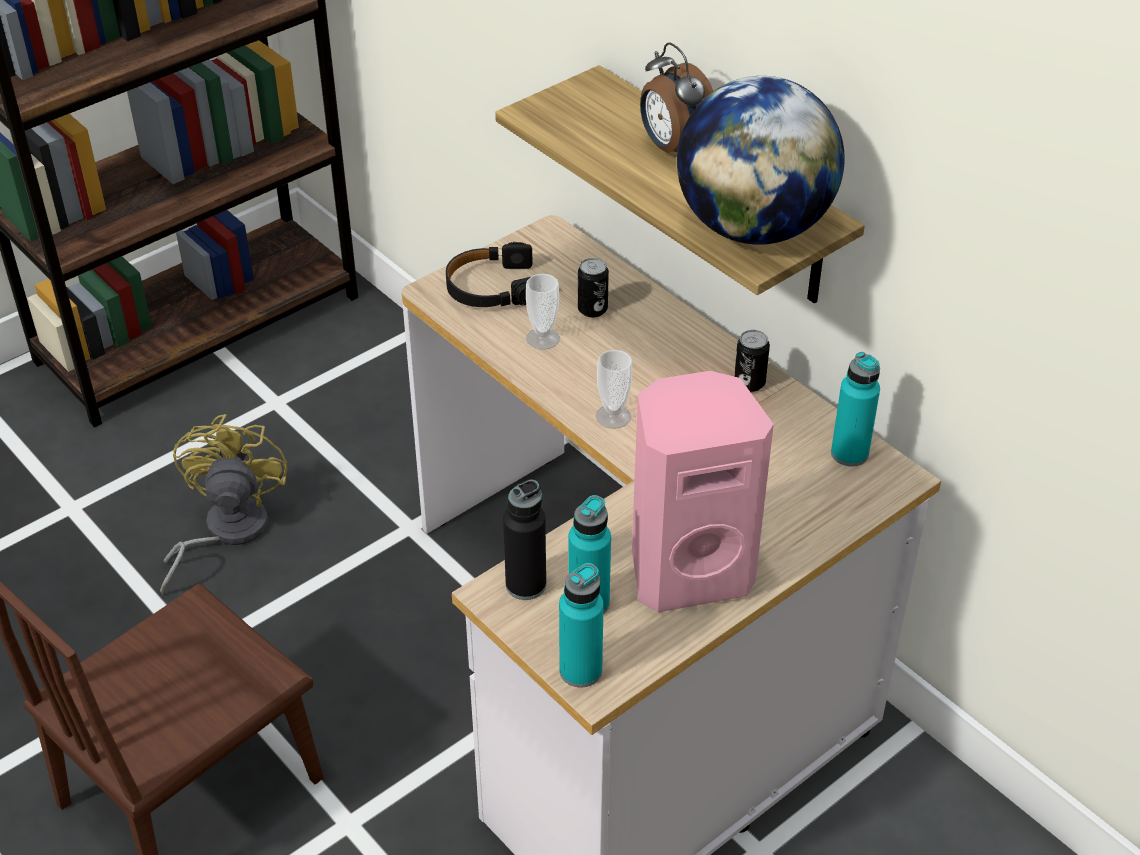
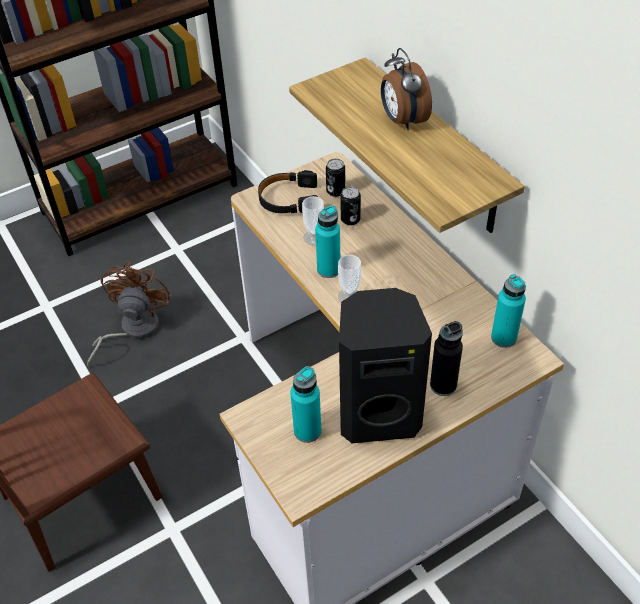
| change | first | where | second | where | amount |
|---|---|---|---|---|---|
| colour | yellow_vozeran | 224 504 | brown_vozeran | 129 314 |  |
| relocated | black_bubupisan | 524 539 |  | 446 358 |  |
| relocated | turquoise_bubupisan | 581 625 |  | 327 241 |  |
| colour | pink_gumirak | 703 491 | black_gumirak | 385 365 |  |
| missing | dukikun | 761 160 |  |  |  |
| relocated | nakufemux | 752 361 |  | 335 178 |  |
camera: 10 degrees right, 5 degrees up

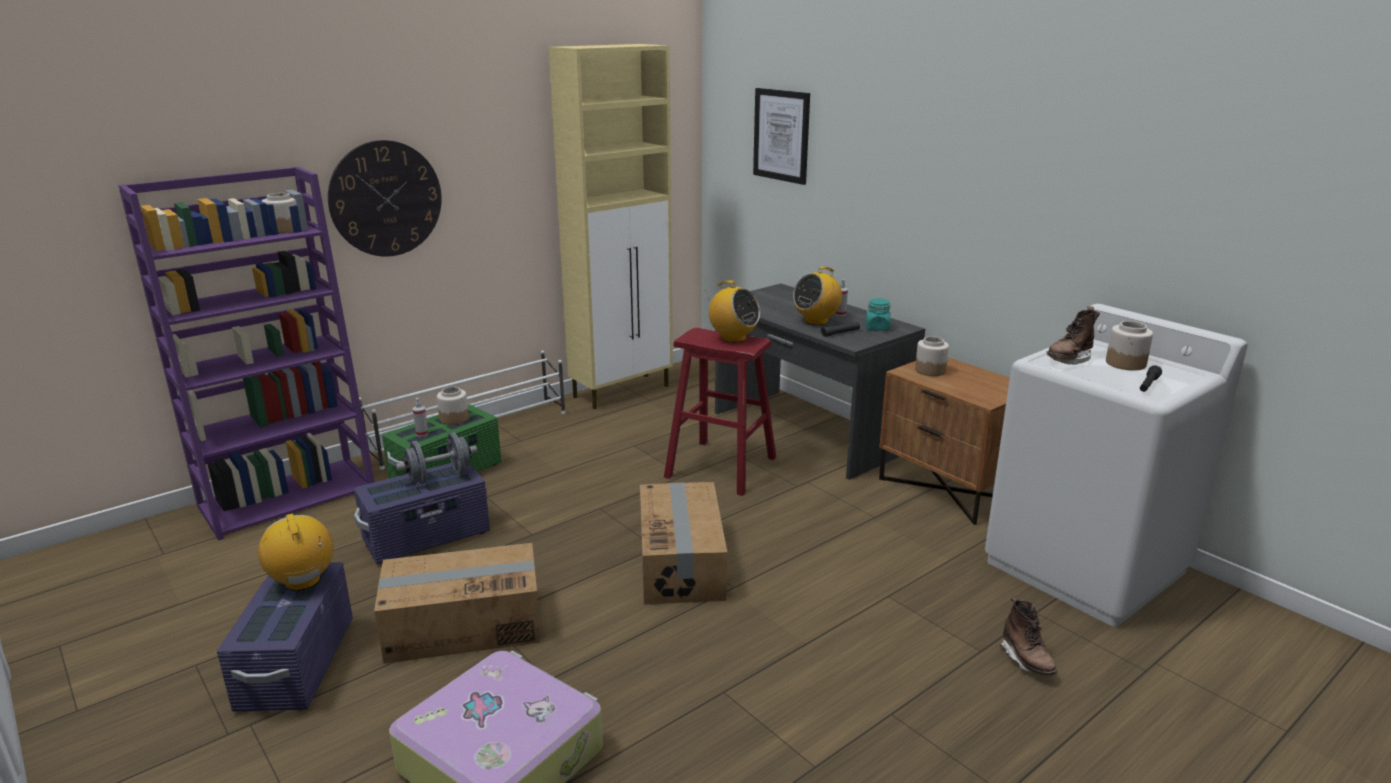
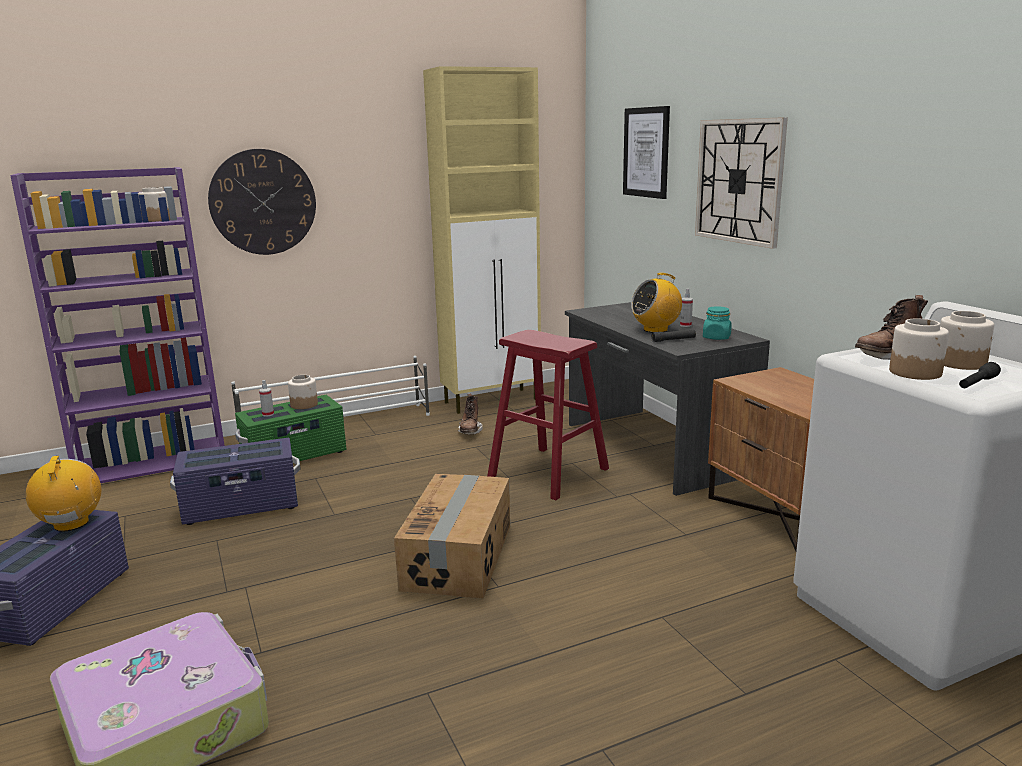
| change | first | where | second | where | amount |
|---|---|---|---|---|---|
| missing | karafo | 457 603 |  |  |  |
| missing | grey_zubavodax | 436 458 |  |  |  |
| missing | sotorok | 732 312 |  |  |  |
| relocated | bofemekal | 932 356 |  | 919 349 |  |
| relocated | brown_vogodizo | 1029 636 |  | 470 414 |  |
| appeared |  |  | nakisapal | 741 183 |  |
camera: 15 degrees right, 5 degrees down

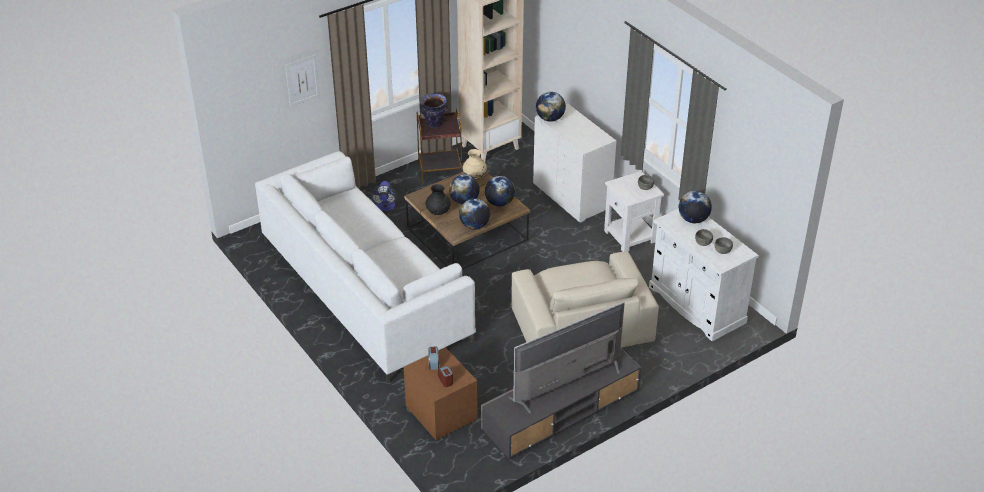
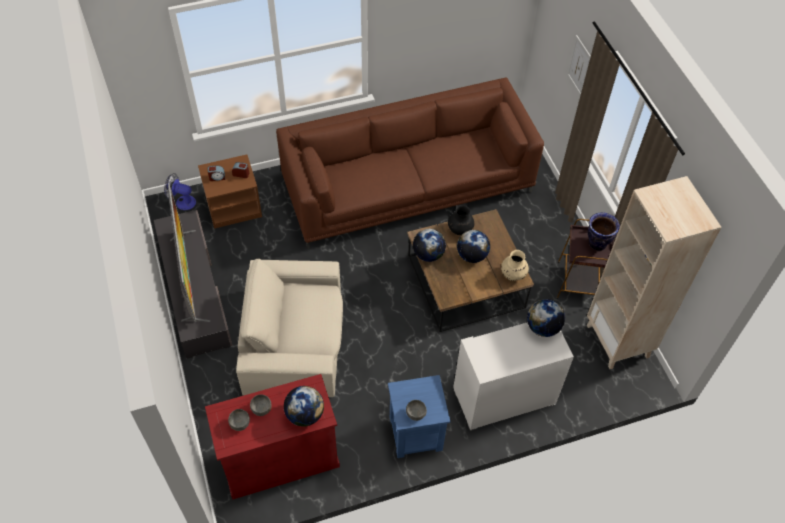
| change | first | where | second | where | amount |
|---|---|---|---|---|---|
| colour | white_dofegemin | 365 267 | brown_dofegemin | 410 163 |  |
| relocated | vozeran | 384 196 |  | 180 191 |  |
| missing | dukikun | 500 191 |  |  |  |
| colour | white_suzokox | 634 211 | blue_suzokox | 419 416 |  |
| colour | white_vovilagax | 704 275 | red_vovilagax | 272 437 |  |
camera: 105 degrees right, 15 degrees up

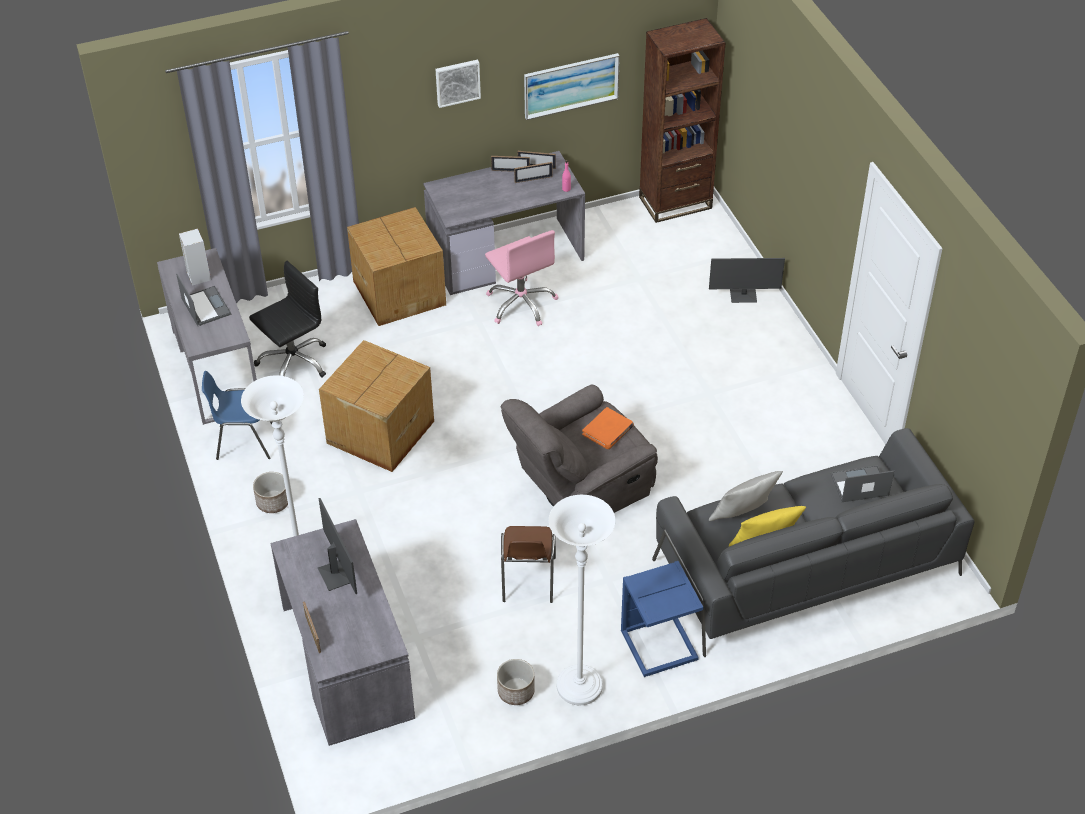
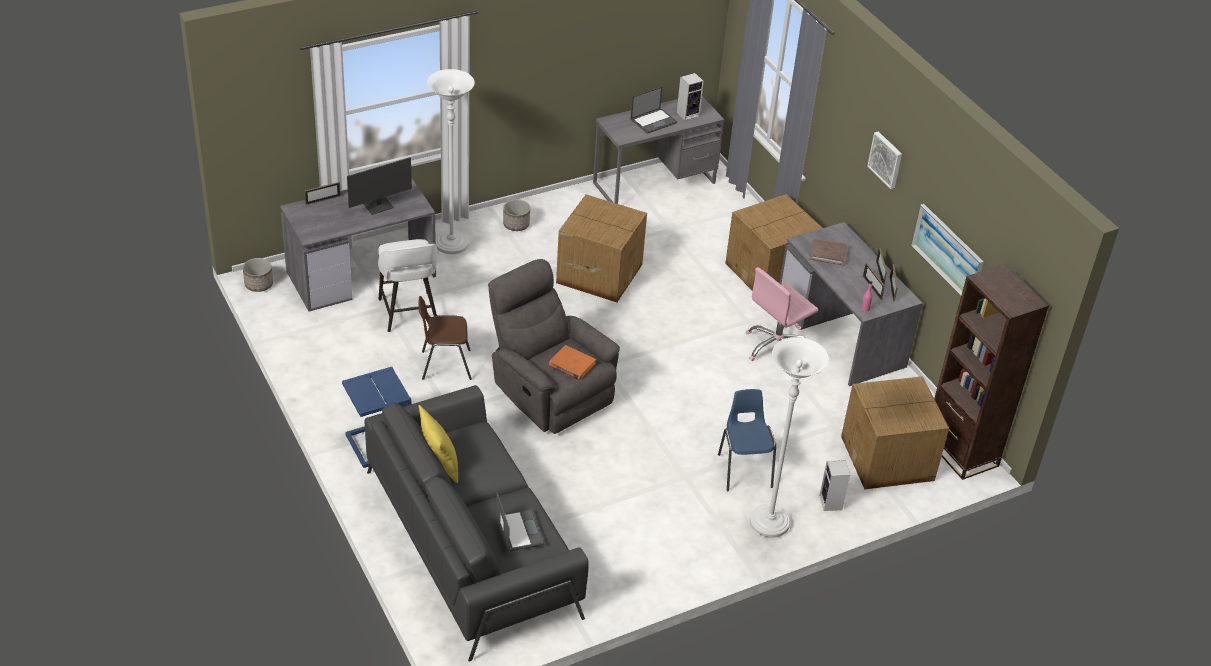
| change | first | where | second | where | amount |
|---|---|---|---|---|---|
| relocated | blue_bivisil | 237 415 |  | 747 440 |  |
| missing | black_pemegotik | 287 319 |  |  |  |
| relocated | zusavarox | 516 682 |  | 258 275 |  |
| relocated | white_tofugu | 582 600 |  | 789 437 |  |
| exchanged | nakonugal | 747 280 | gumirak | 834 485 |  |
| missing | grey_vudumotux | 746 496 |  |  |  |
| appeared |  |  | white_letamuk | 407 285 |  |
| appeared |  |  | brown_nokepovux | 828 252 |  |
| appeared |  |  | karafo | 895 432 |  |
camera: 80 degrees right, 5 degrees down

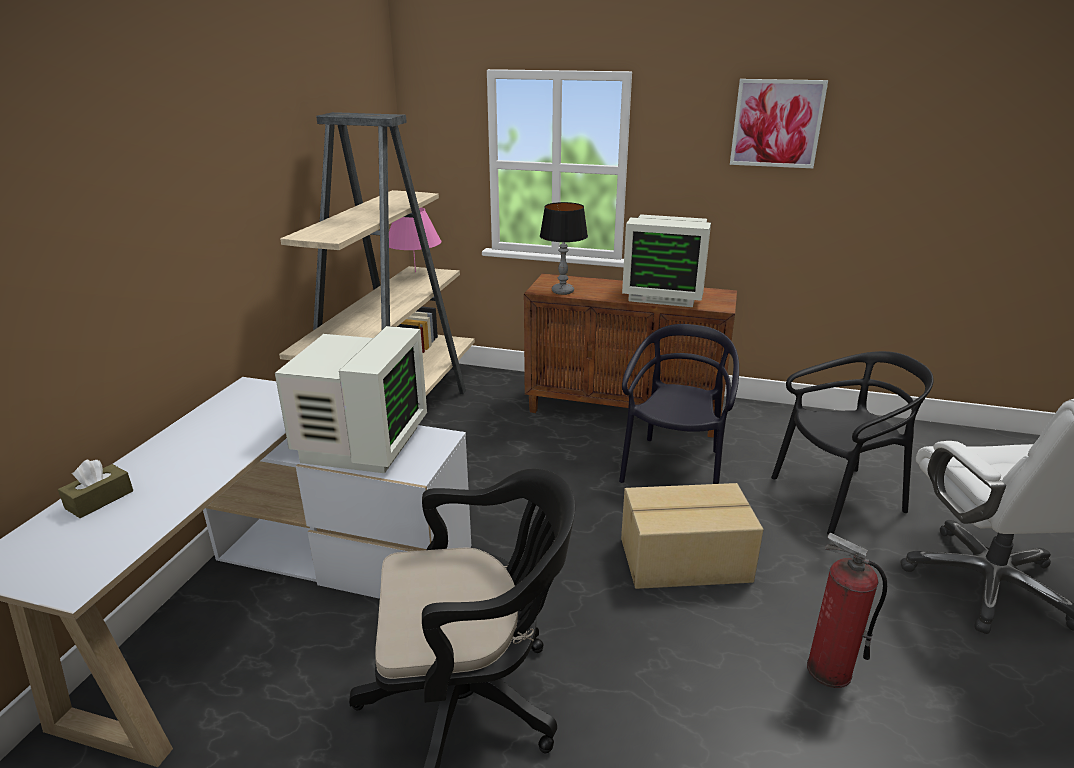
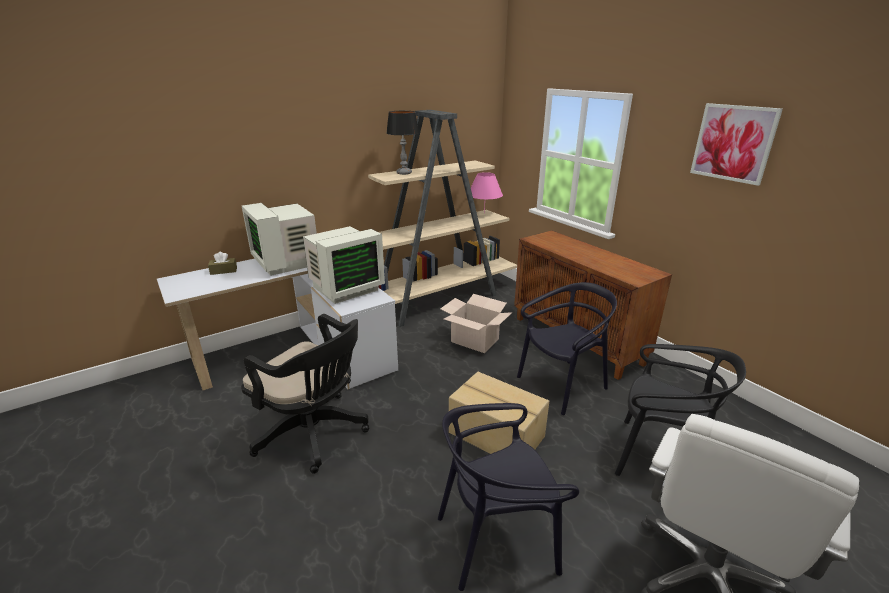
| change | first | where | second | where | amount |
|---|---|---|---|---|---|
| relocated | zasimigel | 564 248 |  | 402 143 |  |
| relocated | nakonugal | 666 260 |  | 279 239 |  |
| exchanged | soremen | 847 610 | black_bivisil | 508 497 |  |
| appeared |  |  | karafo | 476 323 |  |
camera: 40 degrees right, 0 degrees up

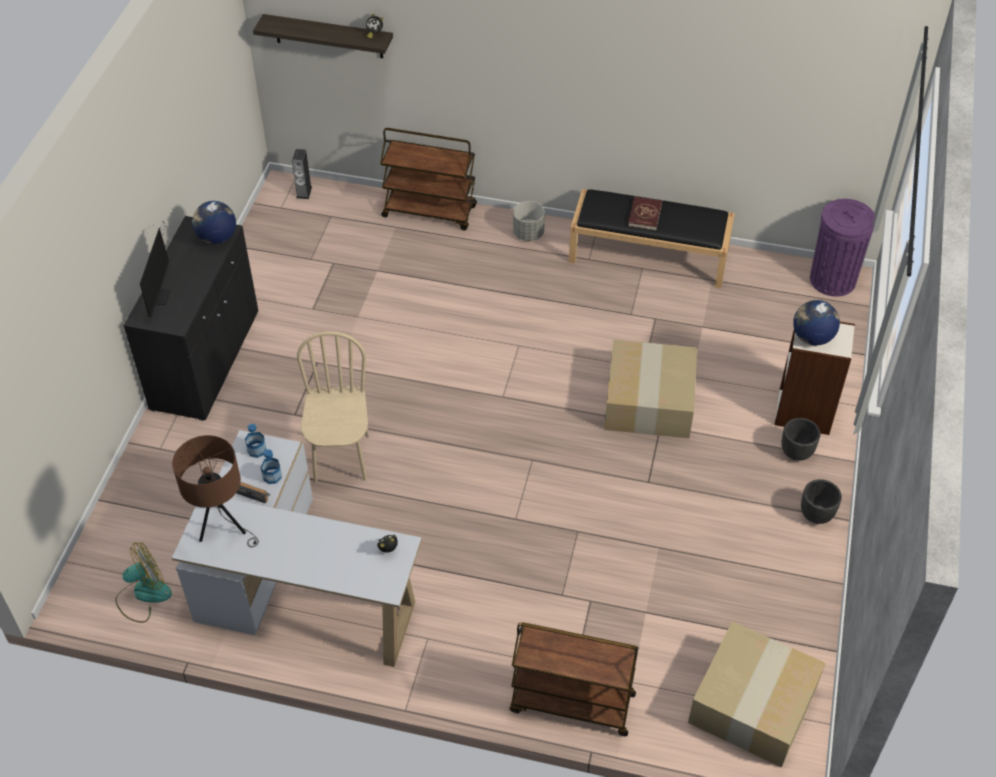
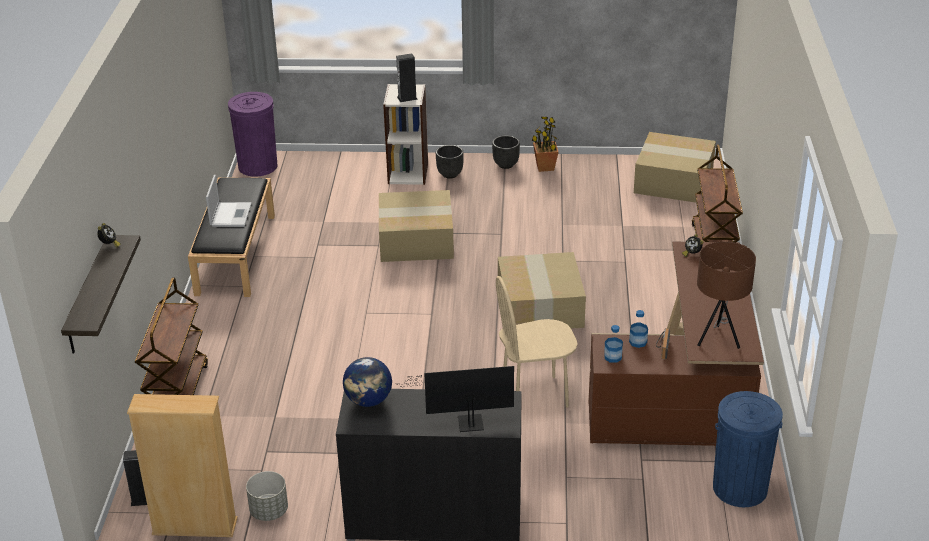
| change | first | where | second | where | amount |
|---|---|---|---|---|---|
| exchanged | vozeran | 143 582 | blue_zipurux | 748 449 |  |
| colour | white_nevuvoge | 297 548 | brown_nevuvoge | 676 344 |  |
| relocated | grey_zusavarox | 529 221 |  | 267 496 |  |
| exchanged | red_nokepovux | 645 213 | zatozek | 228 201 |  |
| exchanged | dukikun | 816 322 | gumirak | 407 77 |  |
| appeared |  |  | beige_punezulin | 182 465 |  |
| appeared |  |  | karafo | 542 290 |  |
| appeared |  |  | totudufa | 545 144 |  |
camera: 100 degrees left, 15 degrees down

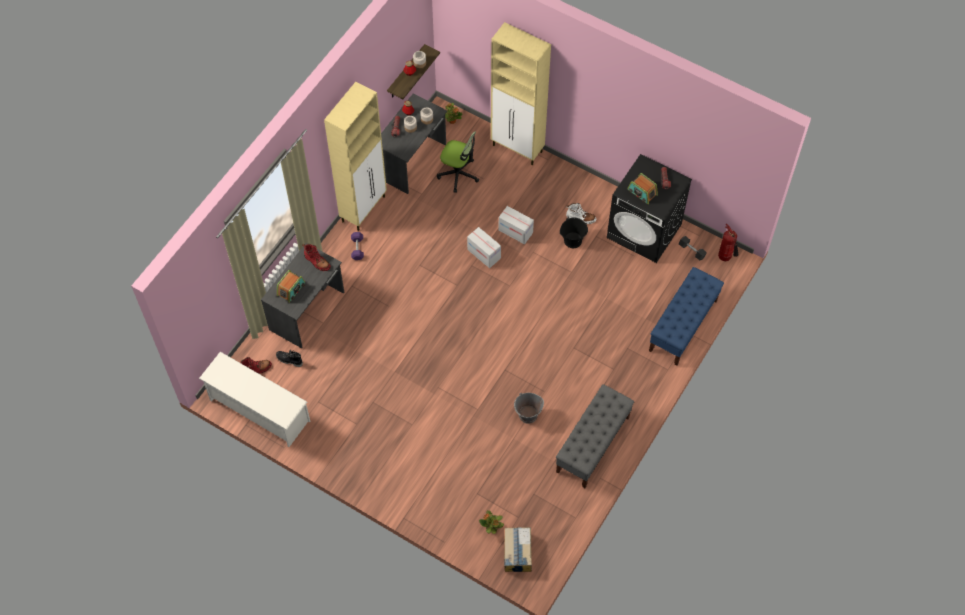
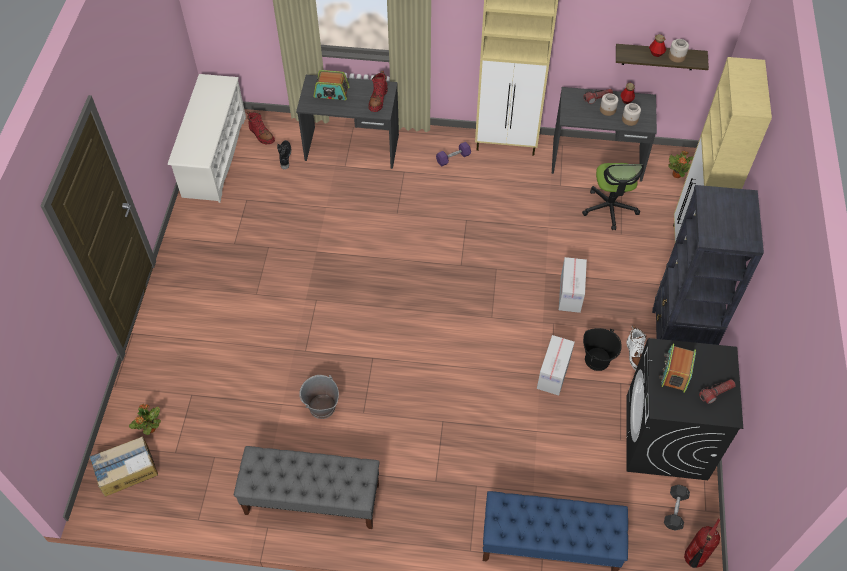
| change | first | where | second | where | amount |
|---|---|---|---|---|---|
| relocated | karafo | 484 247 |  | 556 365 |  |
| appeared |  |  | black_punezulin | 708 265 |  |
camera: 65 degrees right, 5 degrees down

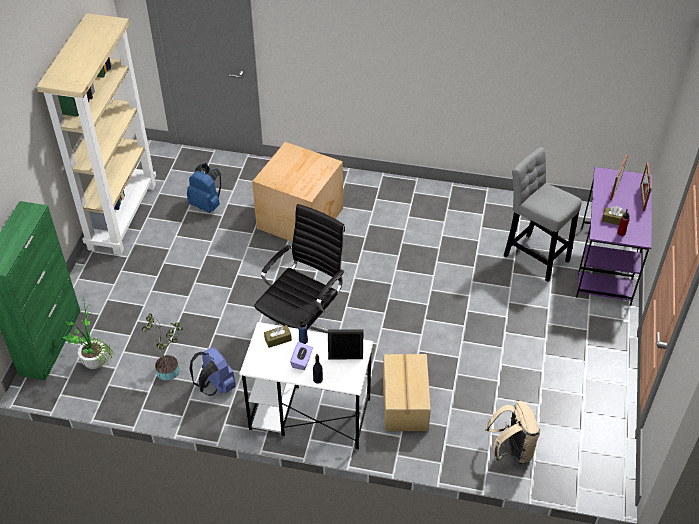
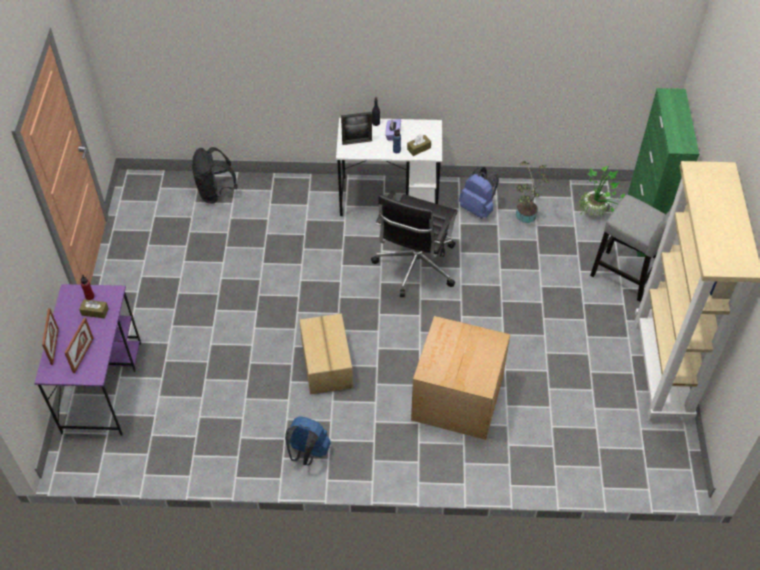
| change | first | where | second | where | amount |
|---|---|---|---|---|---|
| relocated | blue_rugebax | 204 188 |  | 308 440 |  |
| relocated | karafo | 407 392 |  | 326 353 |  |
| colour | beige_rugebax | 512 432 | black_rugebax | 215 175 |  |
| relocated | grey_letamuk | 543 214 |  | 638 248 |  |
camera: 170 degrees right, 5 degrees up

